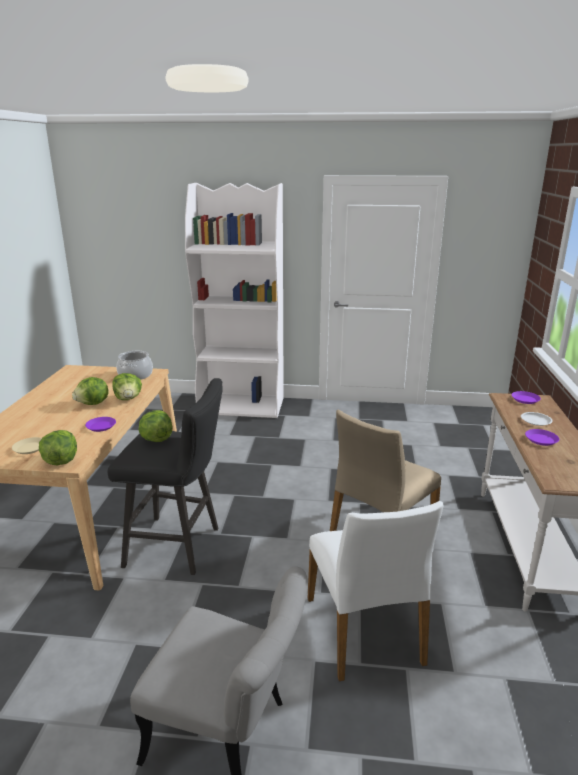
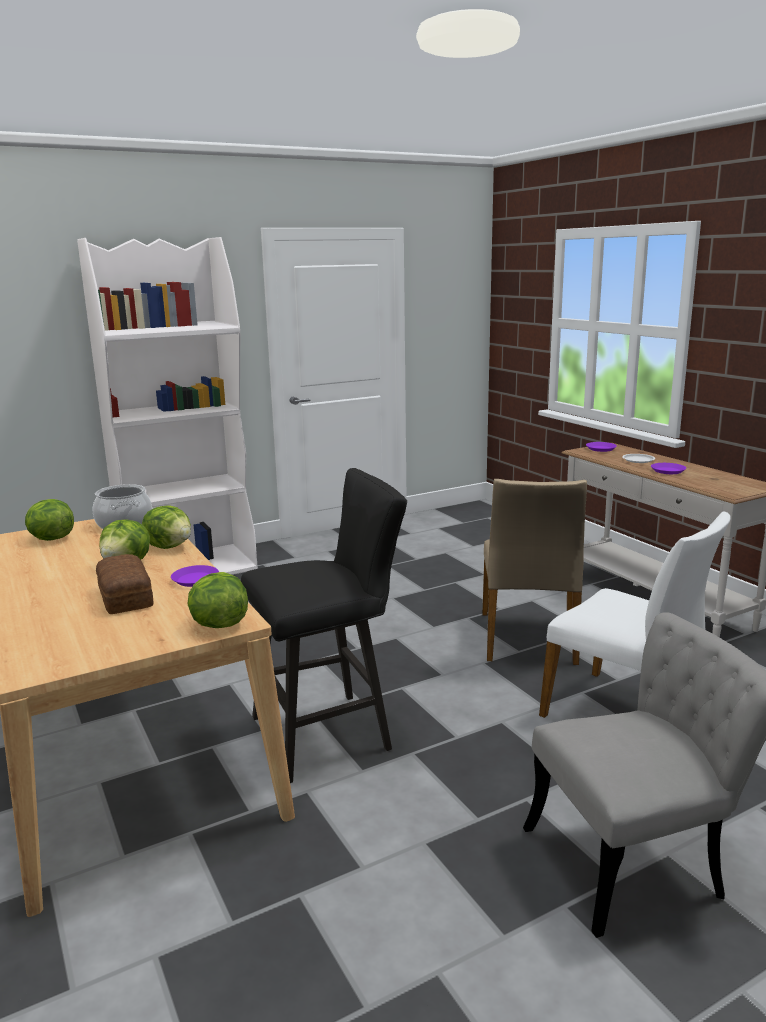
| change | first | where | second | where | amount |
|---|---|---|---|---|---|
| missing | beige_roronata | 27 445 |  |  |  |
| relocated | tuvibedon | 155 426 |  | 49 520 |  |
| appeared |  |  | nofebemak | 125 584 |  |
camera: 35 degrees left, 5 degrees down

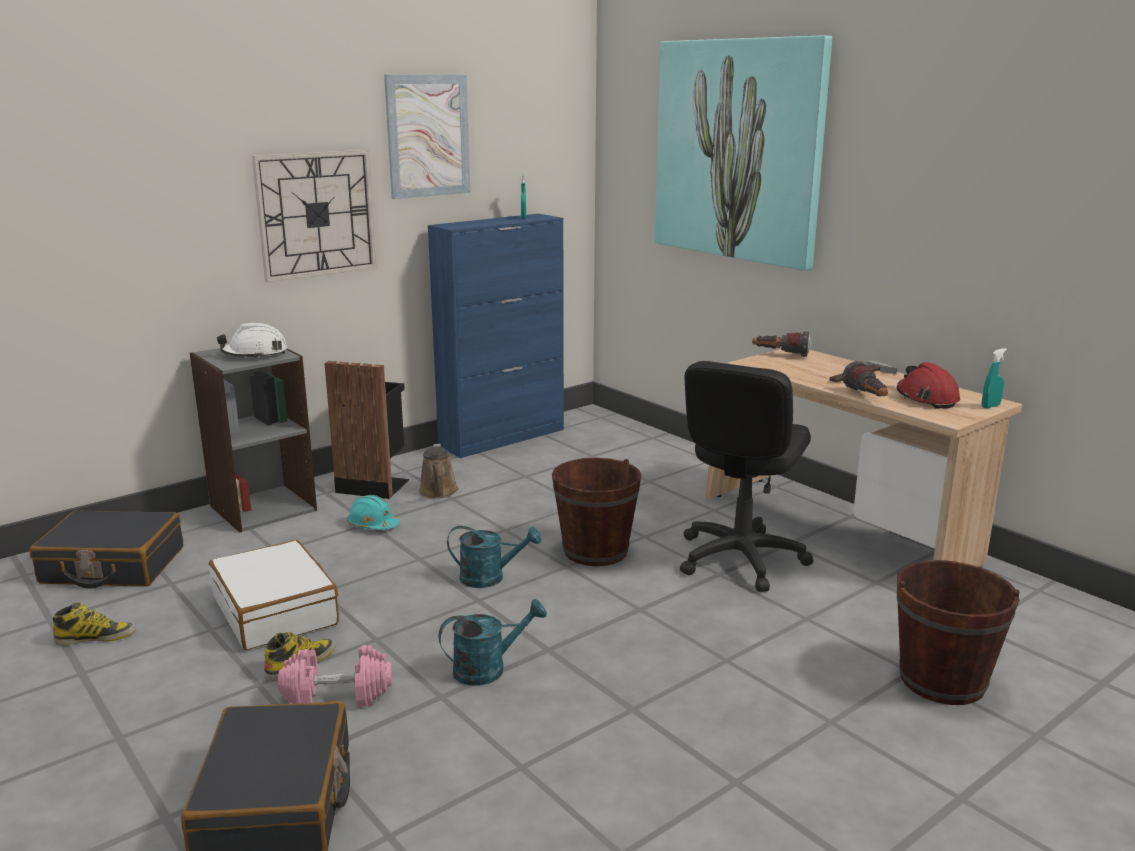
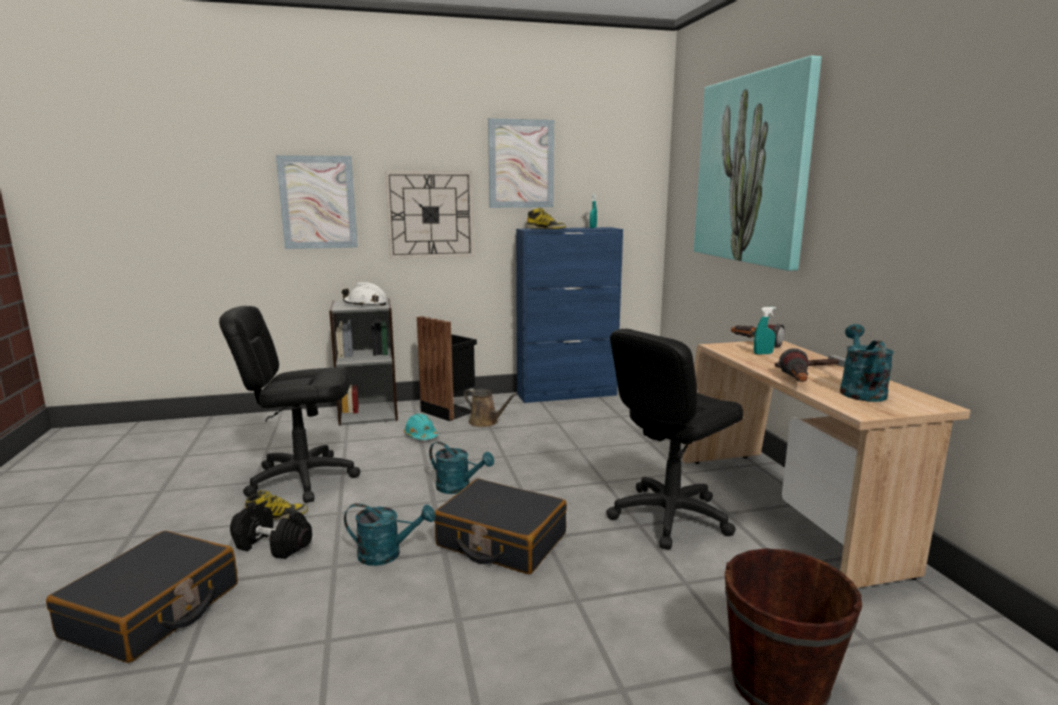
| change | first | where | second | where | amount |
|---|---|---|---|---|---|
| relocated | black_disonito | 106 549 |  | 500 526 |  |
| relocated | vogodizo | 94 624 |  | 546 218 |  |
| exchanged | white_disonito | 274 595 | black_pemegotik | 289 404 |  |
| colour | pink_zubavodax | 335 676 | black_zubavodax | 271 531 |  |
| spun | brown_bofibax | 438 471 |  | 490 408 | 75 degrees counterclockwise |
| missing | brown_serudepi | 597 512 |  |  |  |
| exchanged | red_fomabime | 928 385 | turquoise_bofibax | 867 363 |  |
| relocated | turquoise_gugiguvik | 994 378 |  | 765 330 |  |
| appeared |  |  | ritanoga | 317 202 |  |
camera: 25 degrees right, 5 degrees down

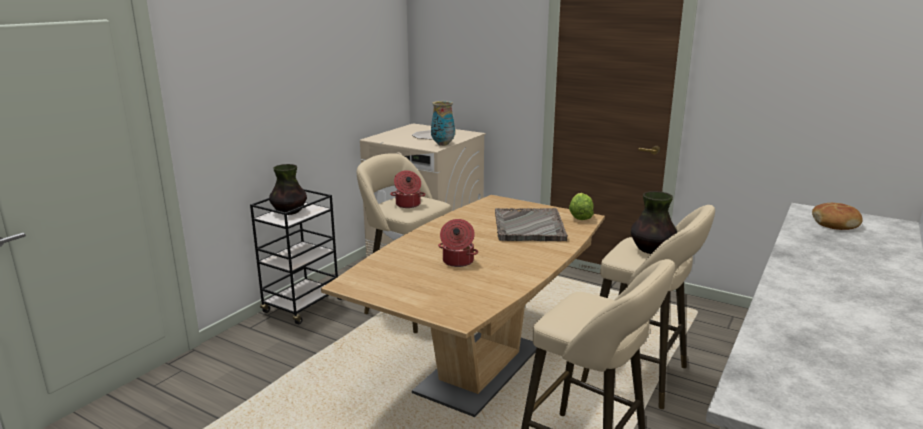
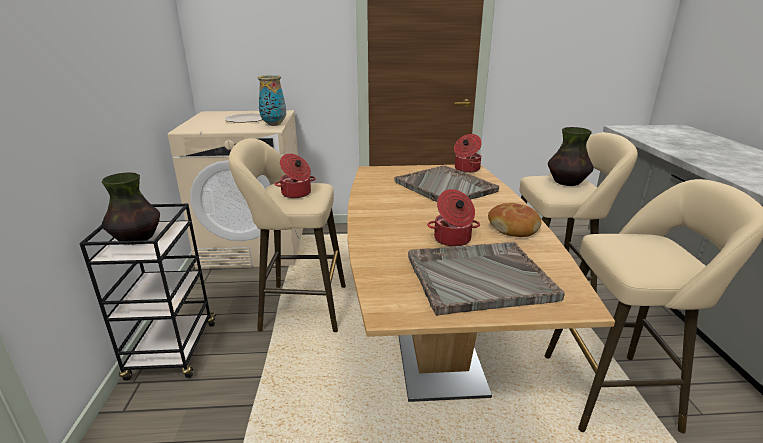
| change | first | where | second | where | amount |
|---|---|---|---|---|---|
| exchanged | tuvibedon | 581 206 | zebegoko | 468 153 |  |
| relocated | nofebemak | 837 216 |  | 514 220 |  |
| appeared |  |  | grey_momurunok | 486 279 |  |
camera: 35 degrees left, 5 degrees up

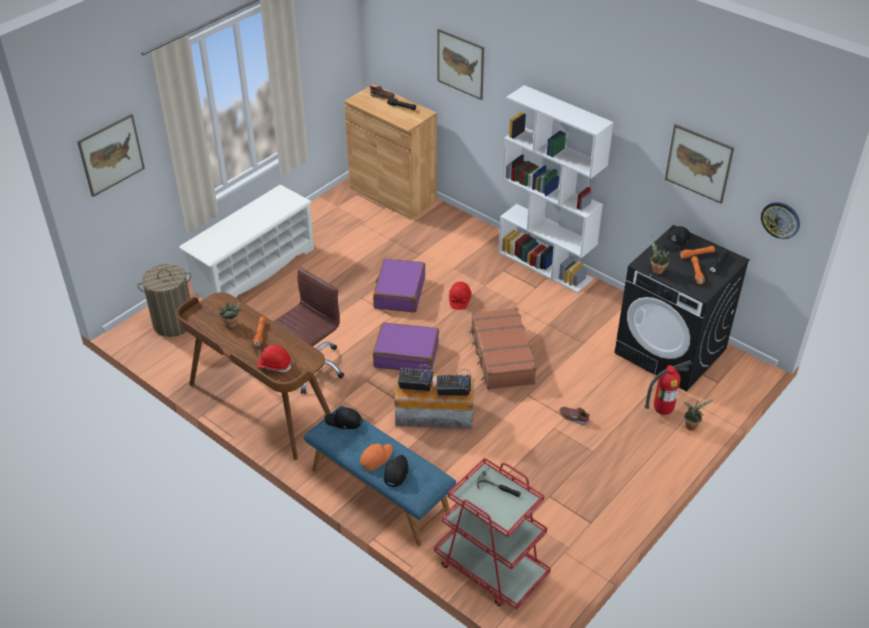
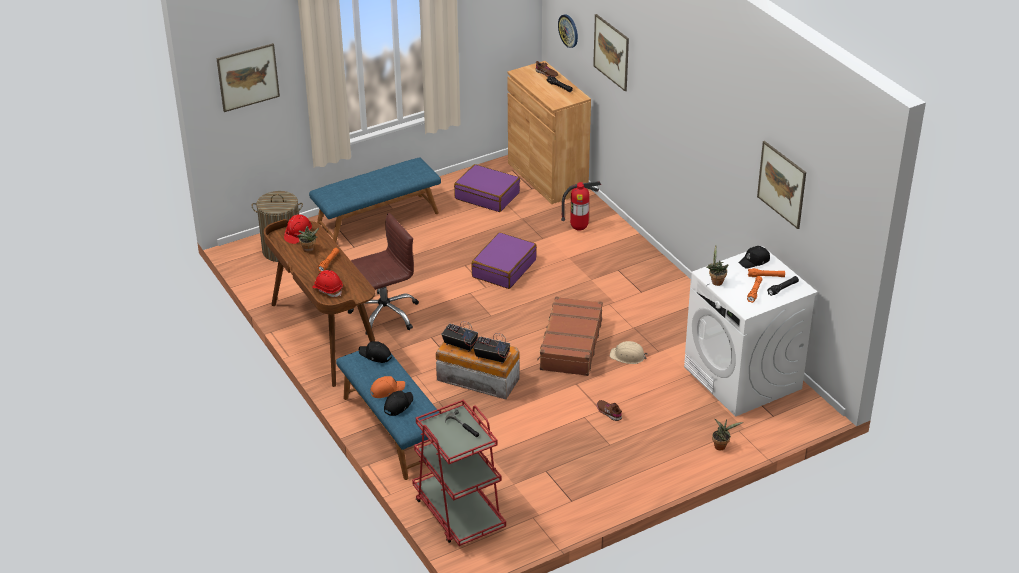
| change | first | where | second | where | amount |
|---|---|---|---|---|---|
| exchanged | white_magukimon | 246 242 | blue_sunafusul | 375 200 |  |
| relocated | purple_disonito | 406 346 |  | 487 188 |  |
| relocated | red_fomabime | 460 296 |  | 298 229 |  |
| missing | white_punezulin | 556 189 |  |  |  |
| colour | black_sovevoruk | 682 308 | white_sovevoruk | 751 331 |  |
| relocated | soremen | 668 387 |  | 581 206 |  |
| relocated | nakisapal | 780 220 |  | 568 31 |  |
| appeared |  |  | beige_fomabime | 628 352 |  |
camera: 20 degrees right, 5 degrees down

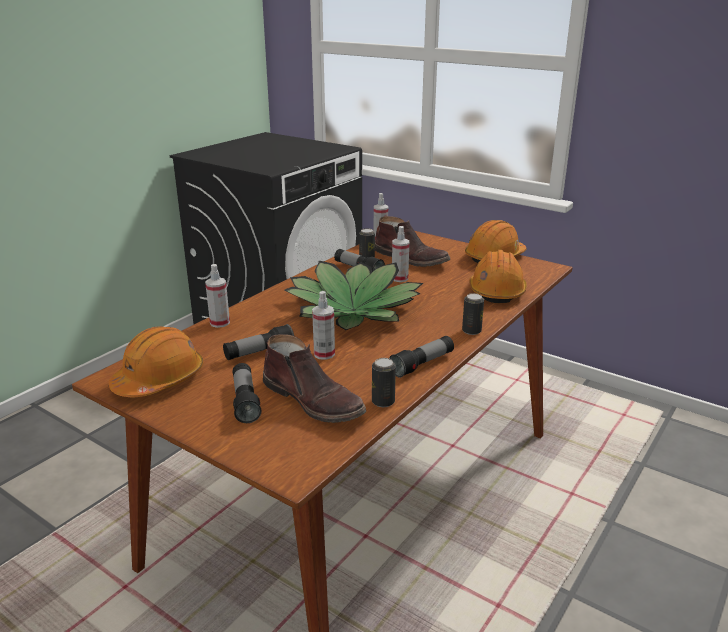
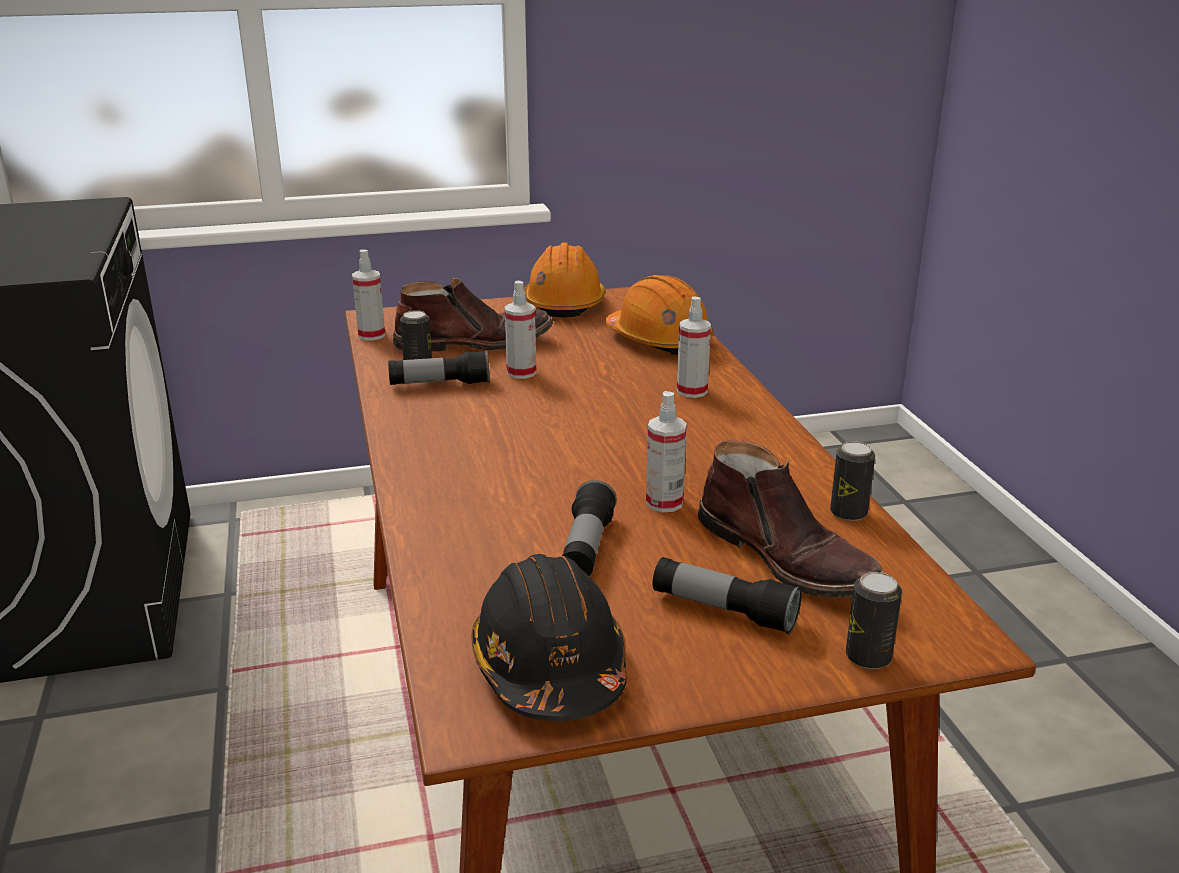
| change | first | where | second | where | amount |
|---|---|---|---|---|---|
| colour | orange_fomabime | 156 361 | black_fomabime | 548 637 |  |
| relocated | gugiguvik | 217 296 |  | 694 347 |  |
| spun | brown_vogodizo | 314 378 |  | 790 519 | 60 degrees clockwise |
| missing | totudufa | 354 295 |  |  |  |
| missing | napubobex | 421 357 |  |  |  |
| relocated | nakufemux | 473 314 |  | 874 620 |  |
camera: 50 degrees left, 0 degrees up

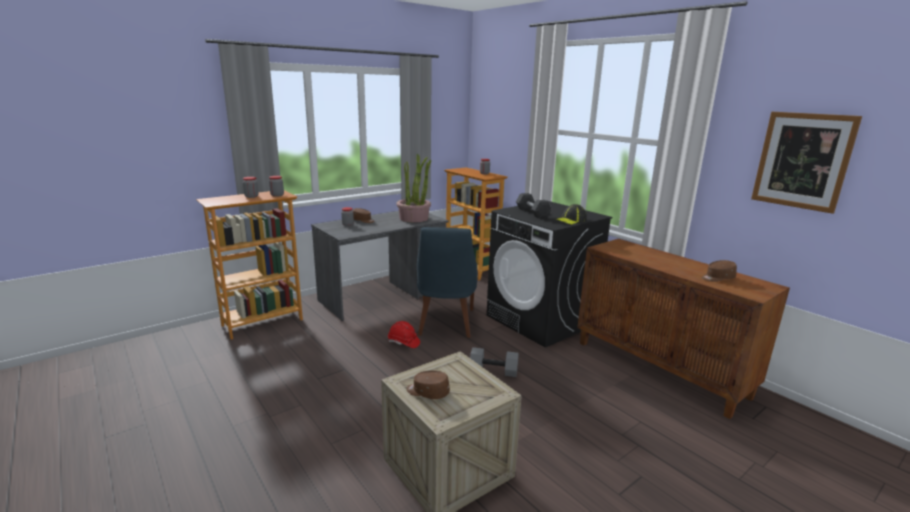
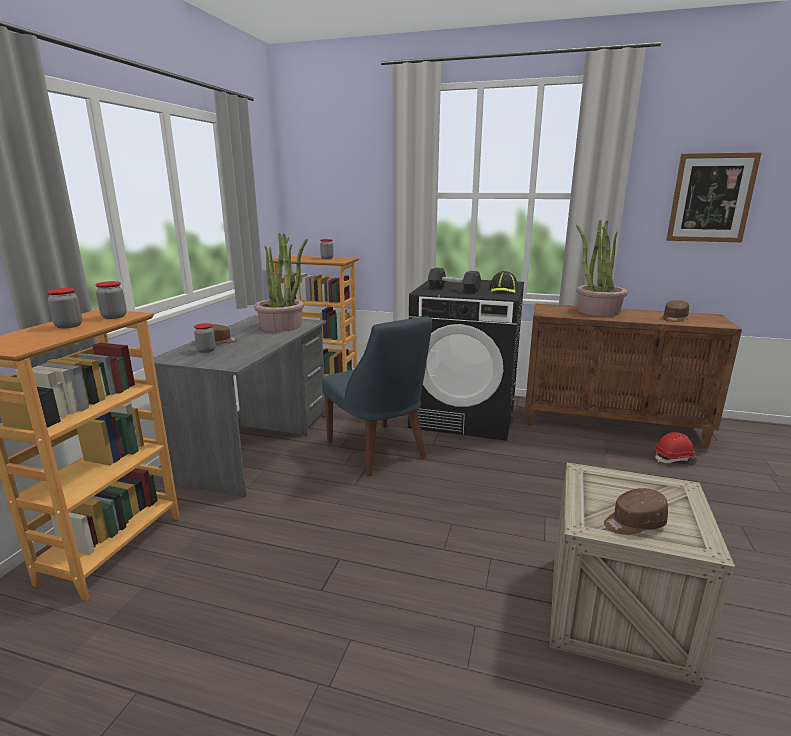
| change | first | where | second | where | amount |
|---|---|---|---|---|---|
| relocated | red_fomabime | 404 334 |  | 676 447 |  |
| missing | grey_zubavodax | 494 362 |  |  |  |
| appeared |  |  | totudufa | 602 268 |  |
camera: 35 degrees left, 0 degrees up

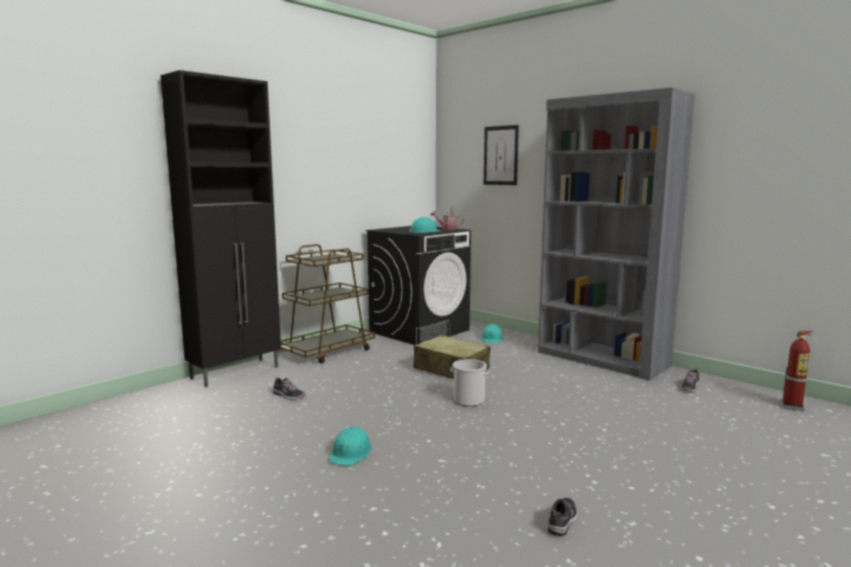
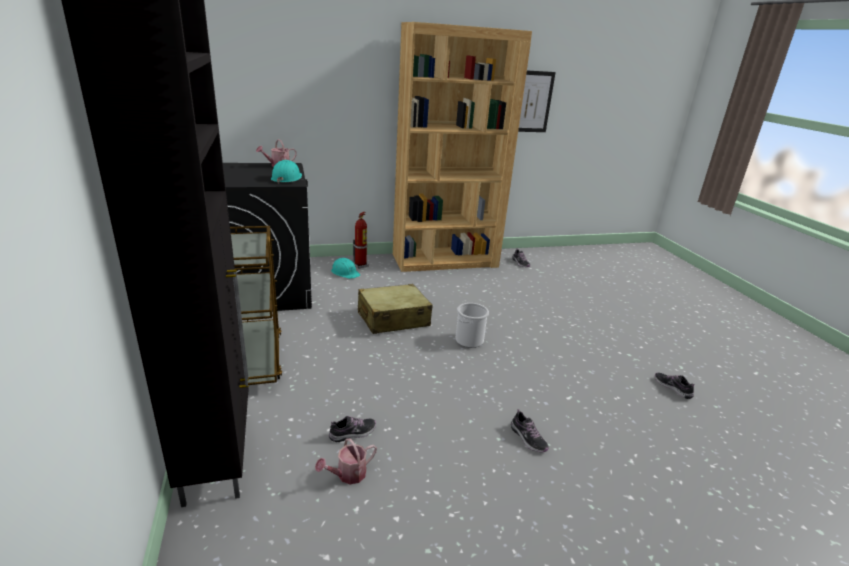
| change | first | where | second | where | amount |
|---|---|---|---|---|---|
| exchanged | turquoise_fomabime | 350 446 | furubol | 530 430 |  |
| relocated | ritanoga | 501 155 |  | 537 101 |  |
| colour | grey_punezulin | 616 234 | brown_punezulin | 462 147 |  |
| relocated | soremen | 797 371 |  | 361 240 |  |
| appeared |  |  | bofibax | 346 461 |  |
camera: 60 degrees left, 15 degrees up

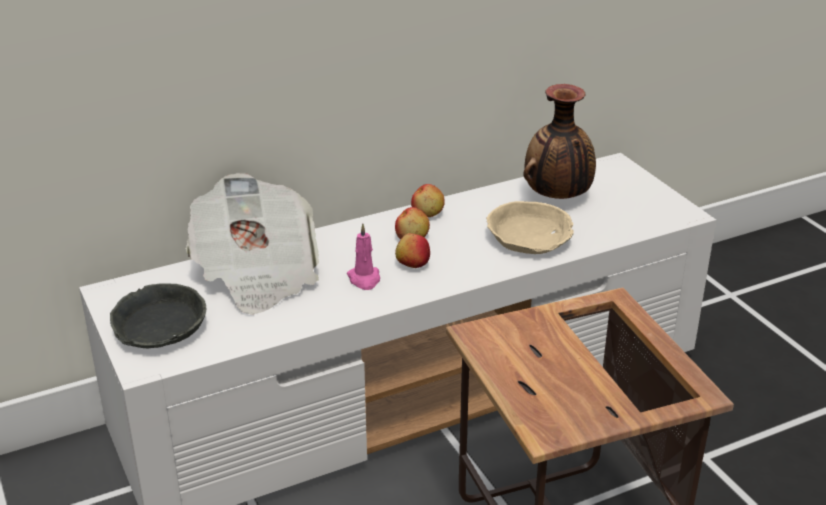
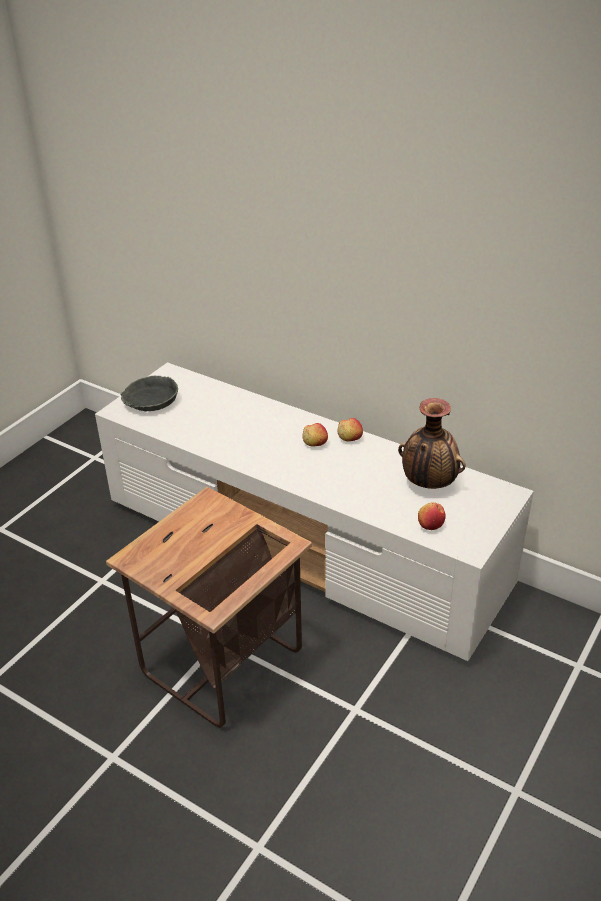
| change | first | where | second | where | amount |
|---|---|---|---|---|---|
| missing | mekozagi | 252 244 |  |  |  |
| missing | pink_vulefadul | 363 256 |  |  |  |
| relocated | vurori | 412 250 |  | 432 516 |  |
| missing | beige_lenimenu | 530 227 |  |  |  |
camera: 60 degrees right, 5 degrees up

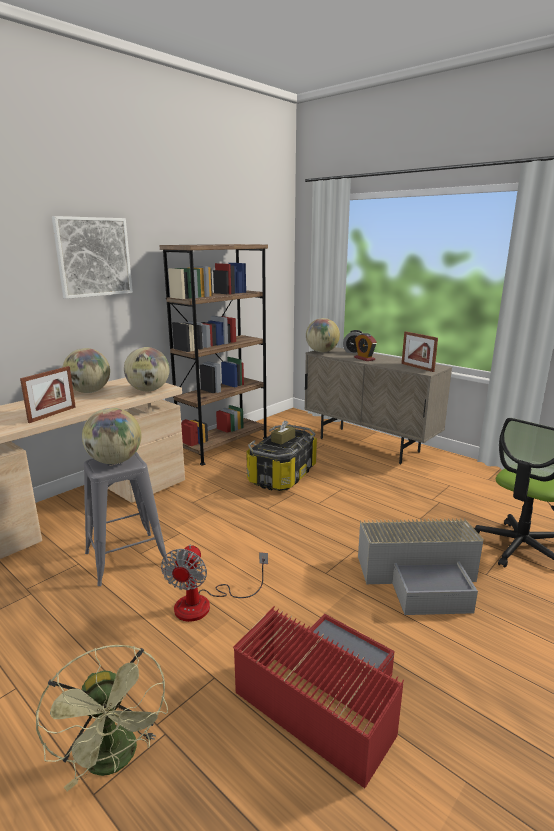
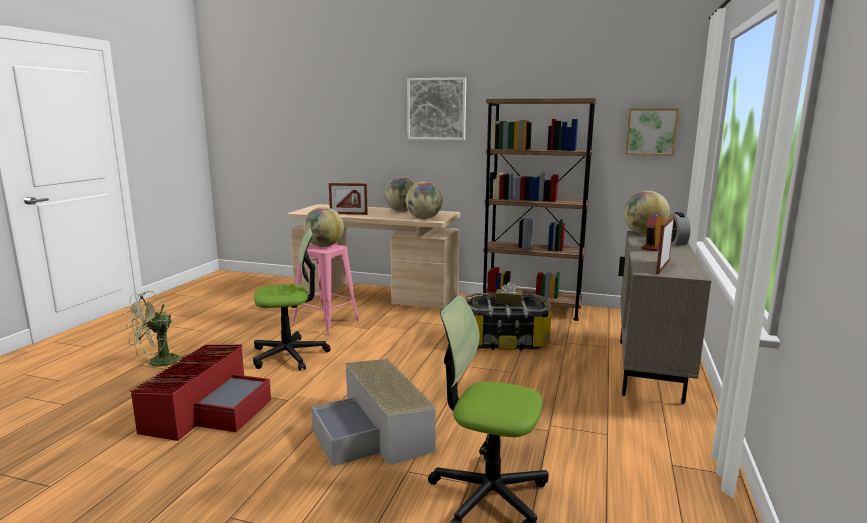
| change | first | where | second | where | amount |
|---|---|---|---|---|---|
| colour | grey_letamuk | 126 519 | pink_letamuk | 326 289 |  |
| exchanged | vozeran | 214 583 | pemegotik | 292 299 |  |
| appeared |  |  | ritanoga | 652 132 |  |
camera: 65 degrees right, 5 degrees down

